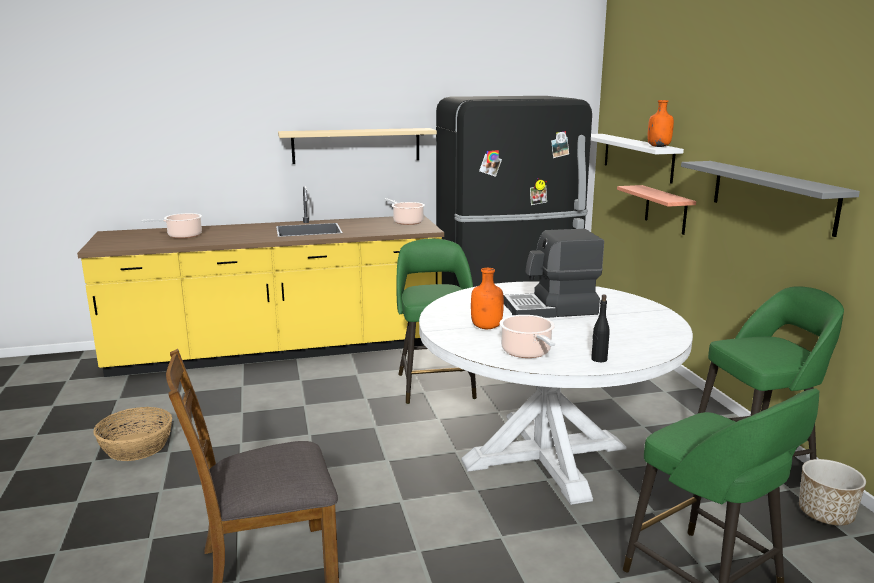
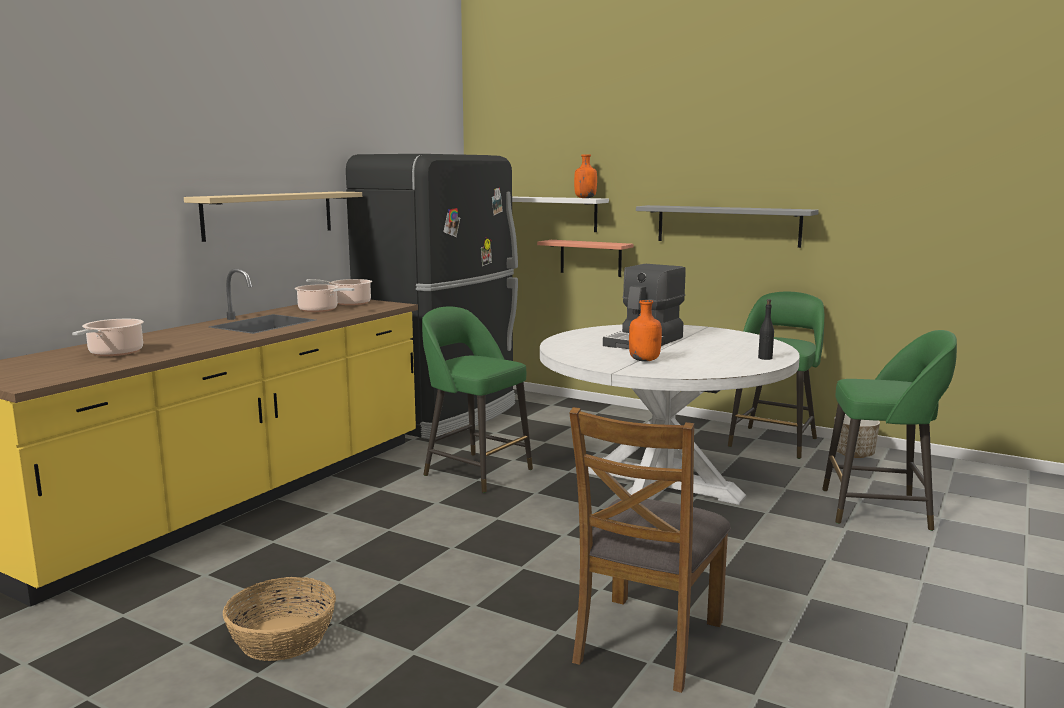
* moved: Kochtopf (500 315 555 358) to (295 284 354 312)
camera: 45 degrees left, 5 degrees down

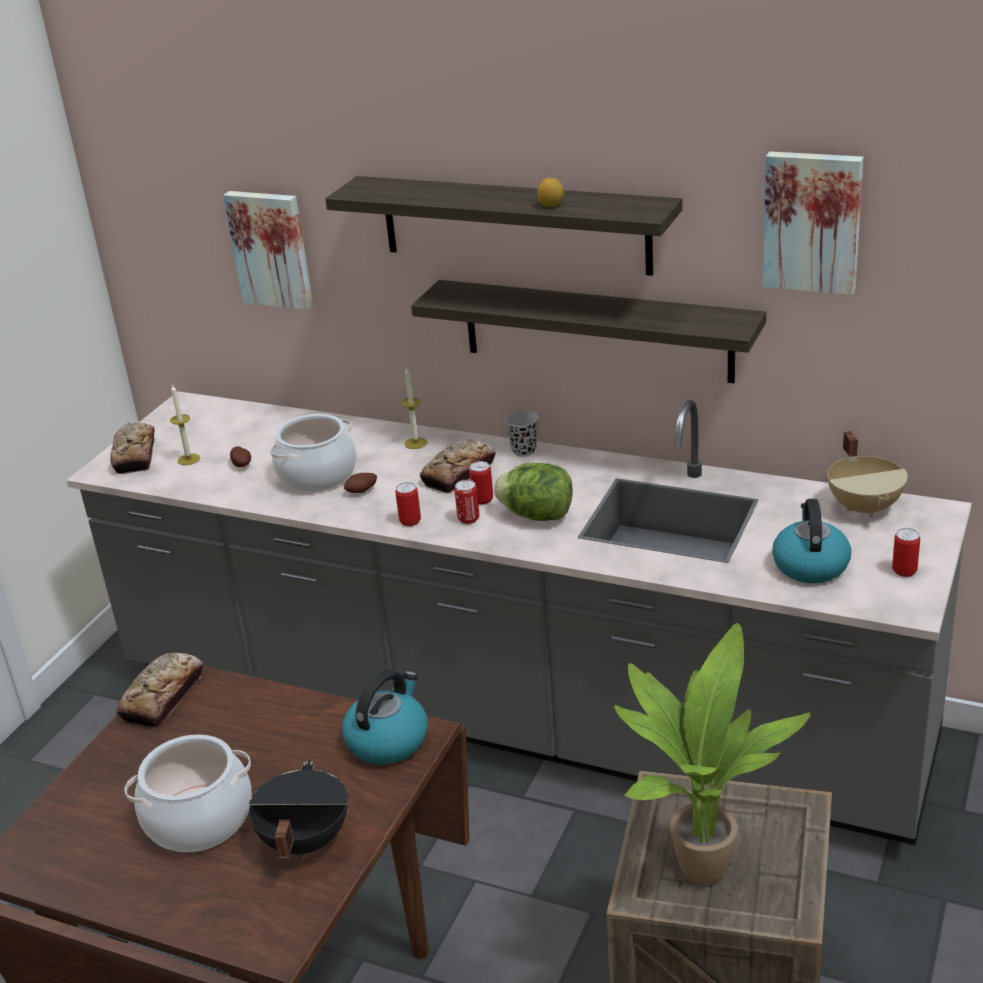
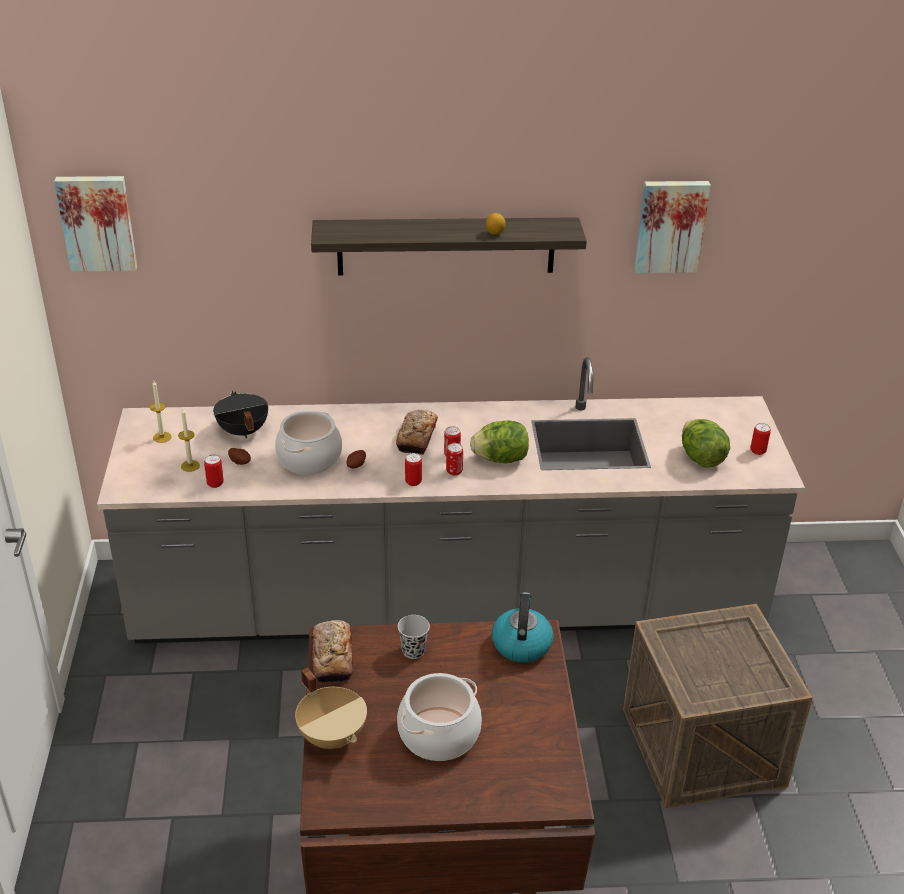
* moved: Bild (223 191 313 310) to (54 176 137 272)
* removed: Wandregal (411 280 766 383)
* moved: Kerze (401 368 427 449) to (150 381 172 443)
* moved: Tasse (schwarz) (505 410 539 457) to (398 615 430 659)
* removed: Brot (110 422 155 474)
* moved: Kochtopf (beige) (827 431 908 517) to (295 668 367 749)
* replaced: Wasserkessel (772 499 851 583) to Salatkopf (682 419 730 468)
* removed: Topfpflanze (614 623 811 885)
* moved: Kochtopf (schwarz) (249 760 348 858) to (213 391 268 438)
* added: Dose (204 454 224 488)
camera: 30 degrees left, 5 degrees up

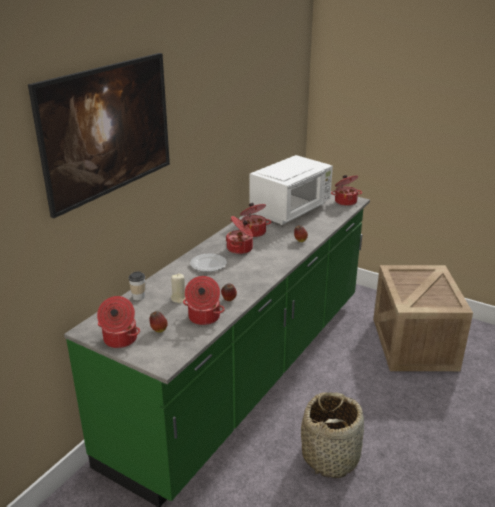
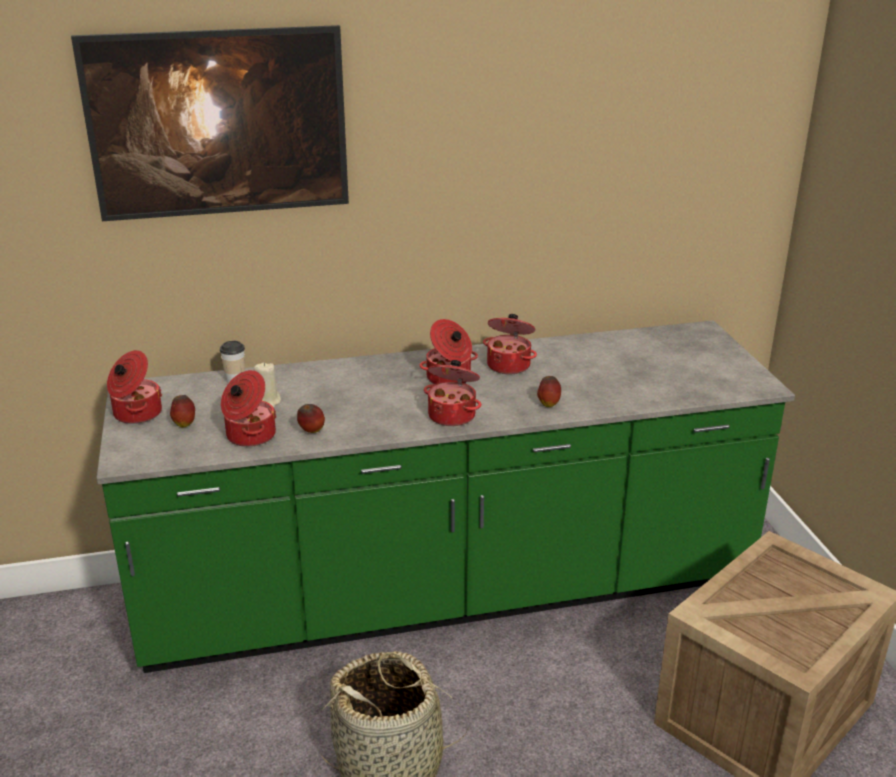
* removed: Mikrowelle (weiß) (250 155 333 225)
* moved: Kochtopf (331 175 362 206) to (424 360 481 426)
* removed: Teller (190 254 227 272)
camera: 45 degrees right, 0 degrees up

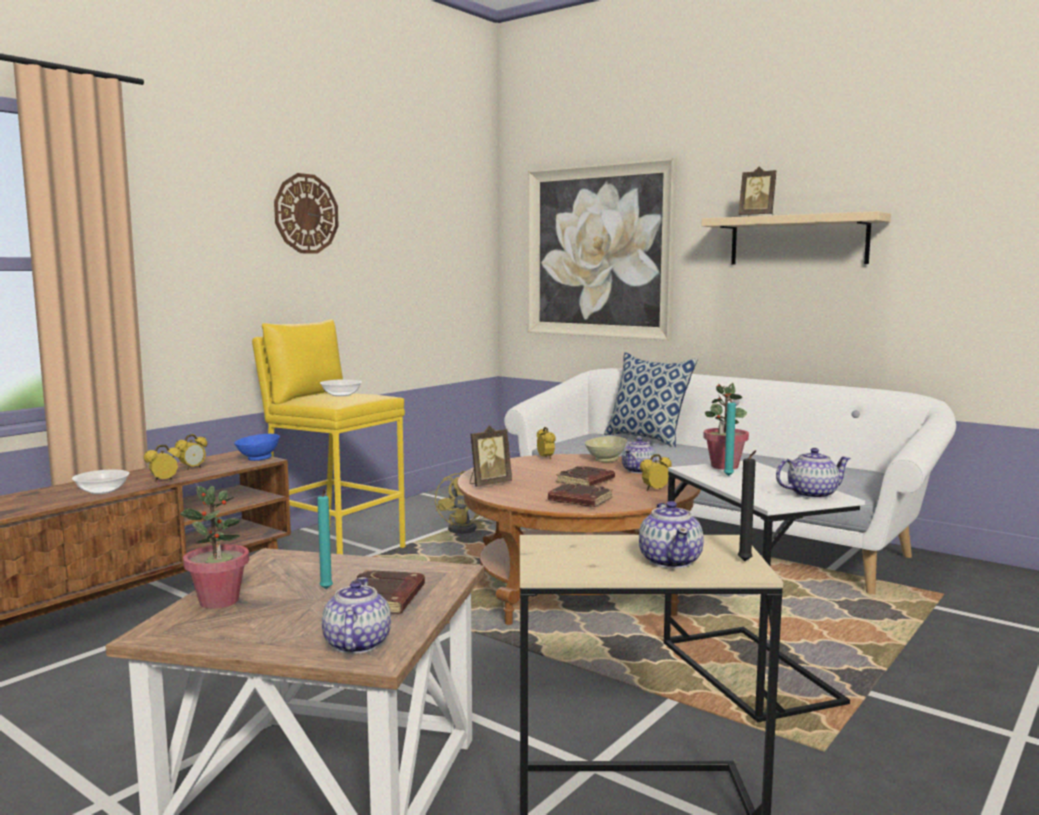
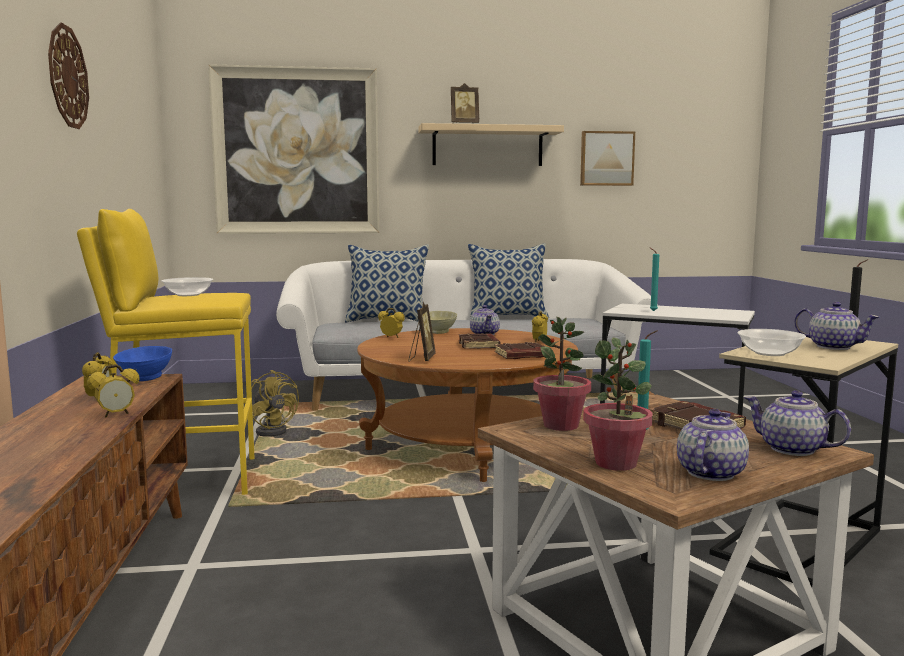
* moved: Topfpflanze (703 383 749 469) to (533 317 591 431)
* turned: Wecker (144 445 181 481) = (87 364 140 417) 135 degrees counterclockwise
* moved: Teekanne (776 448 851 499) to (677 409 749 481)
* moved: Schüssel (72 470 129 494) to (738 329 806 356)
* added: Bild (580 131 635 186)
* added: Kissen (468 243 549 318)
camera: 45 degrees left, 0 degrees up

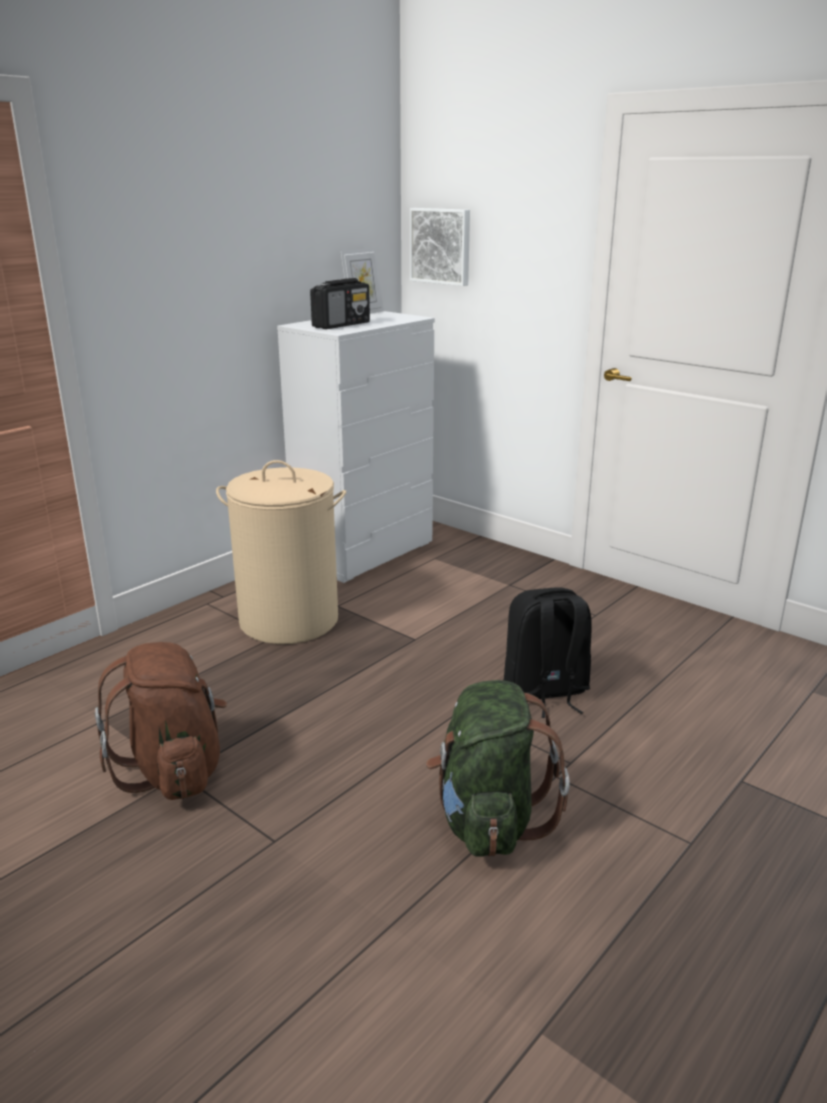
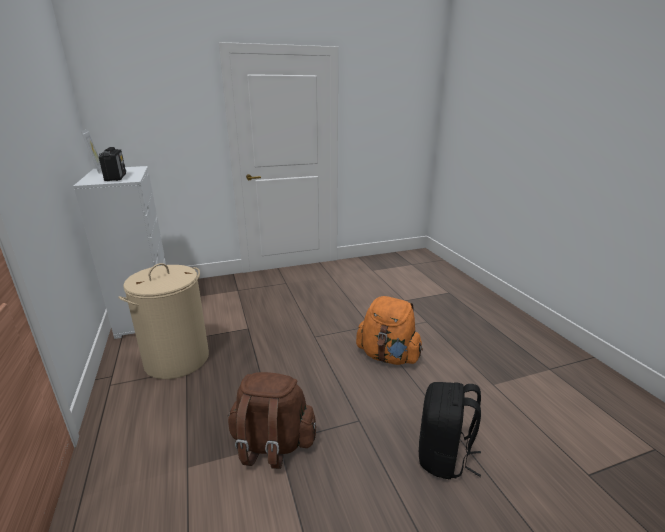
* removed: Bild (410 208 470 286)
* moved: Rucksack (schwarz) (504 587 592 718) to (418 382 481 479)
* recoloured: Rucksack (grün) (426 680 570 857) to Rucksack (orange) (356 296 423 365)
camera: 60 degrees left, 0 degrees up

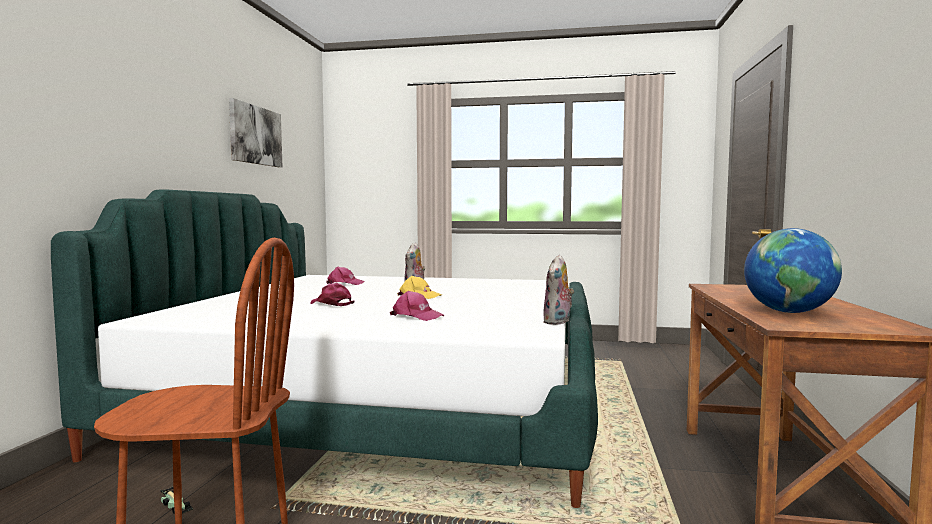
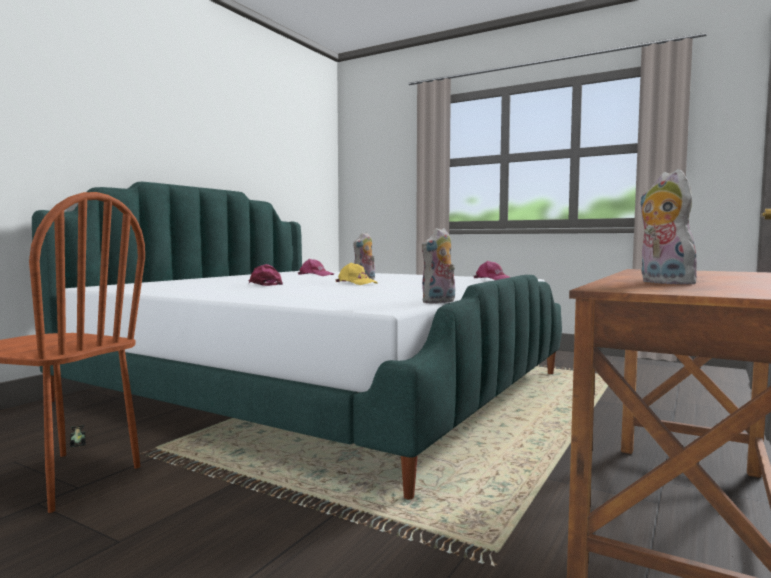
* removed: Bild (229 98 282 167)
* replaced: Globus (744 228 842 313) to Plüschtier (639 169 697 285)
* moved: Kappe (rosa) (390 291 444 321) to (474 261 510 280)
camera: 20 degrees right, 0 degrees up

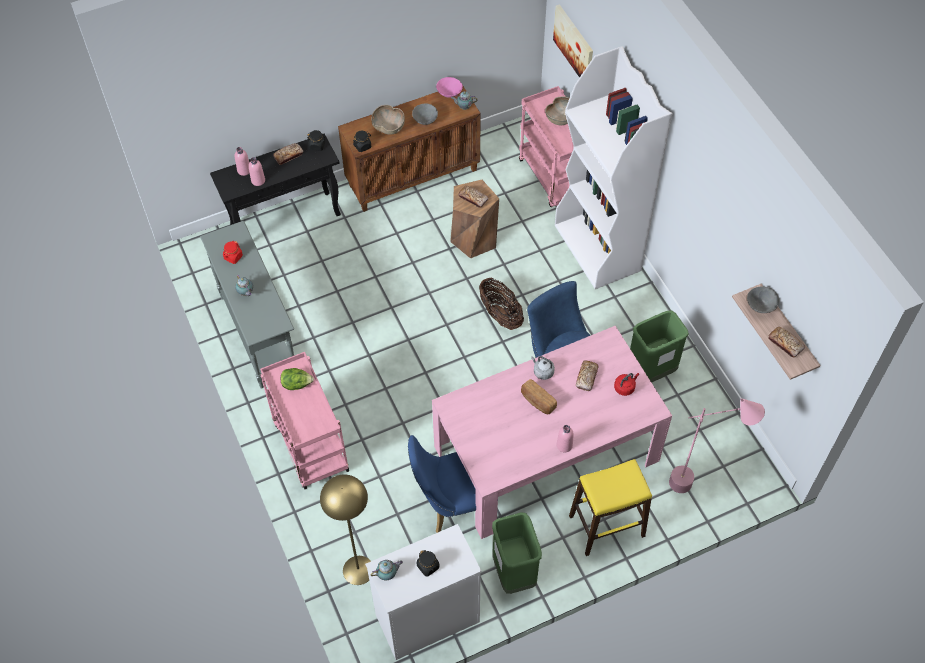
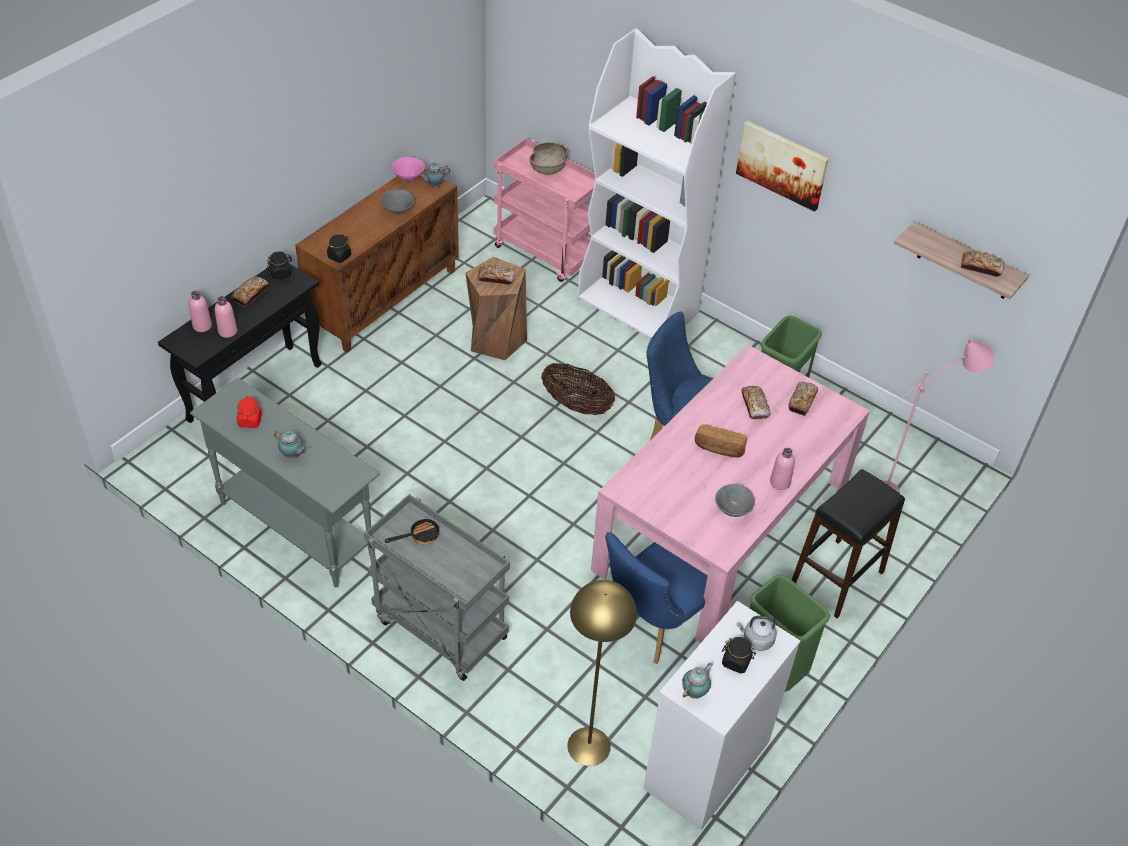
* moved: Bild (553 4 593 78) to (736 121 829 212)
* removed: Schüssel (braun) (371 105 405 135)
* moved: Schüssel (grau) (747 286 779 313) to (715 484 755 517)
* recoloured: Rollwagen (rosa) (260 352 349 489) to Rollwagen (grau) (364 494 510 681)
* moved: Wasserkessel (grau) (531 356 555 380) to (737 616 777 651)
* replaced: Salatkopf (281 368 314 390) to Pfanne (385 519 440 545)
* replaced: Wasserkessel (rot) (614 373 639 396) to Brot (788 382 818 416)
* recoloured: Hocker (gelb) (569 459 652 556) to Hocker (schwarz) (792 469 905 618)
camera: 30 degrees left, 10 degrees down

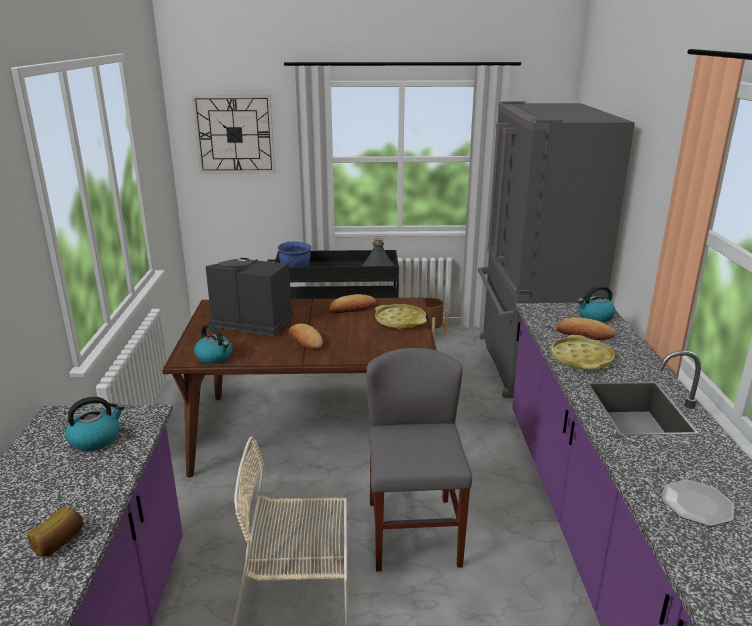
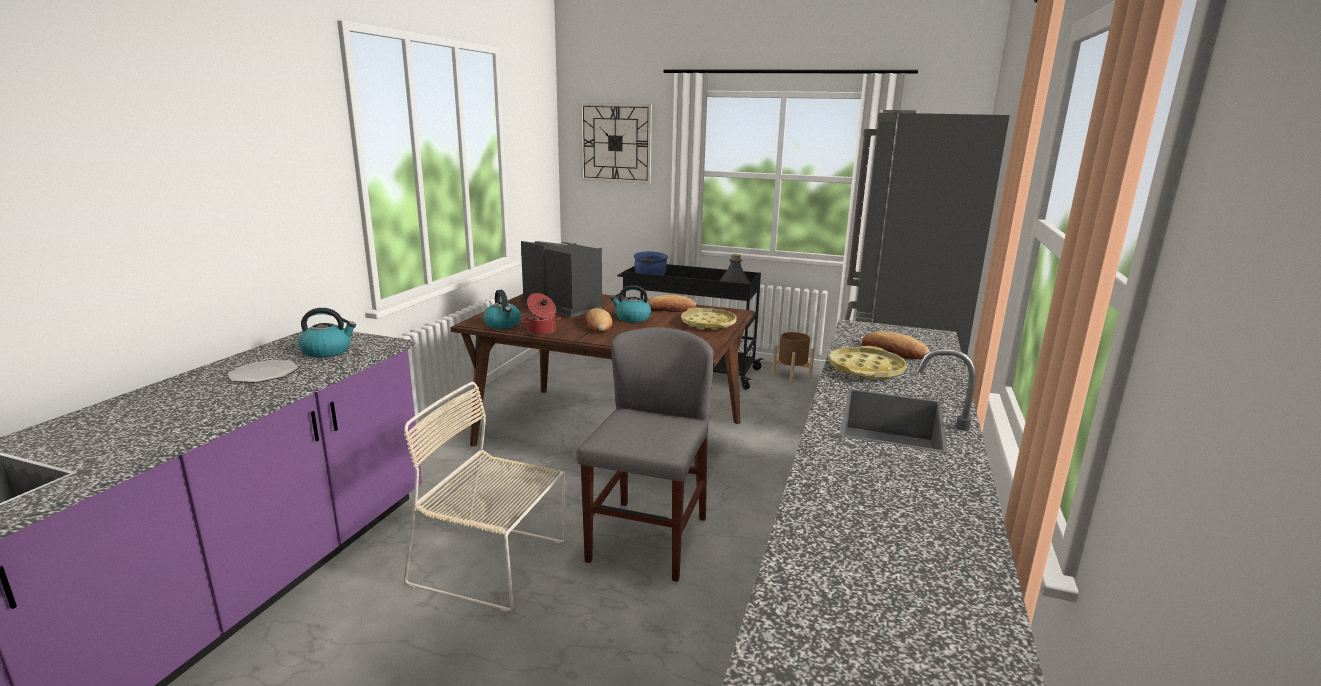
* moved: Wasserkessel (577 285 616 323) to (610 285 651 322)
* moved: Teller (662 480 735 526) to (227 360 298 383)
* removed: Brot (27 507 83 557)
* added: Kochtopf (521 293 561 335)
camera: 20 degrees right, 5 degrees down

